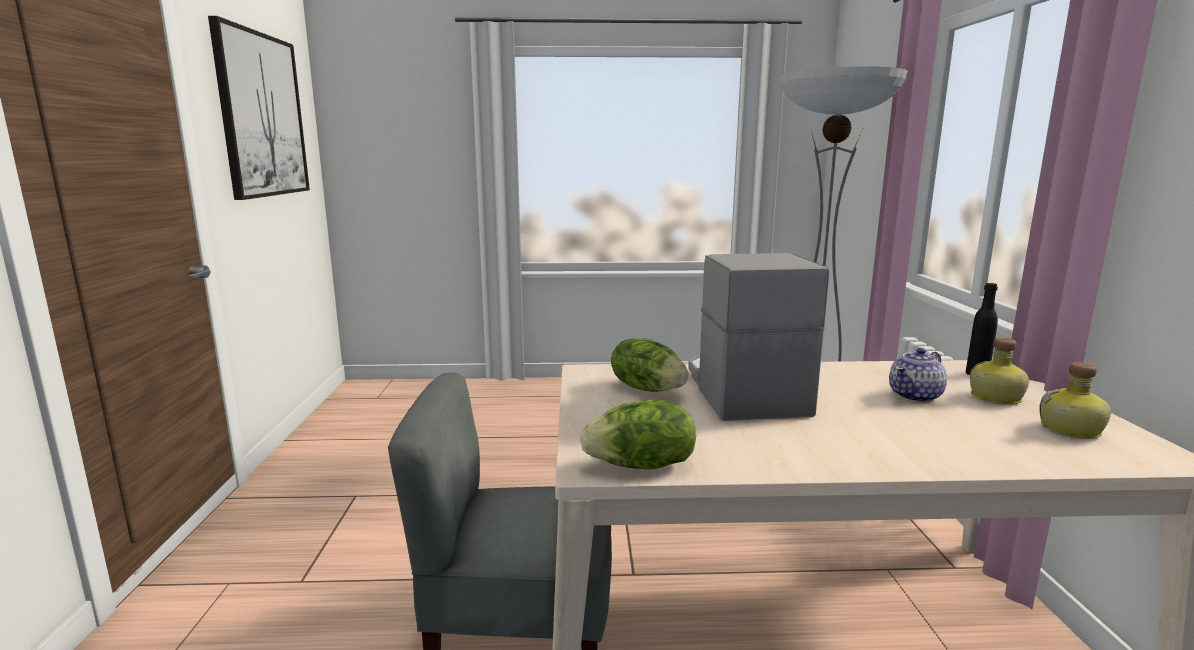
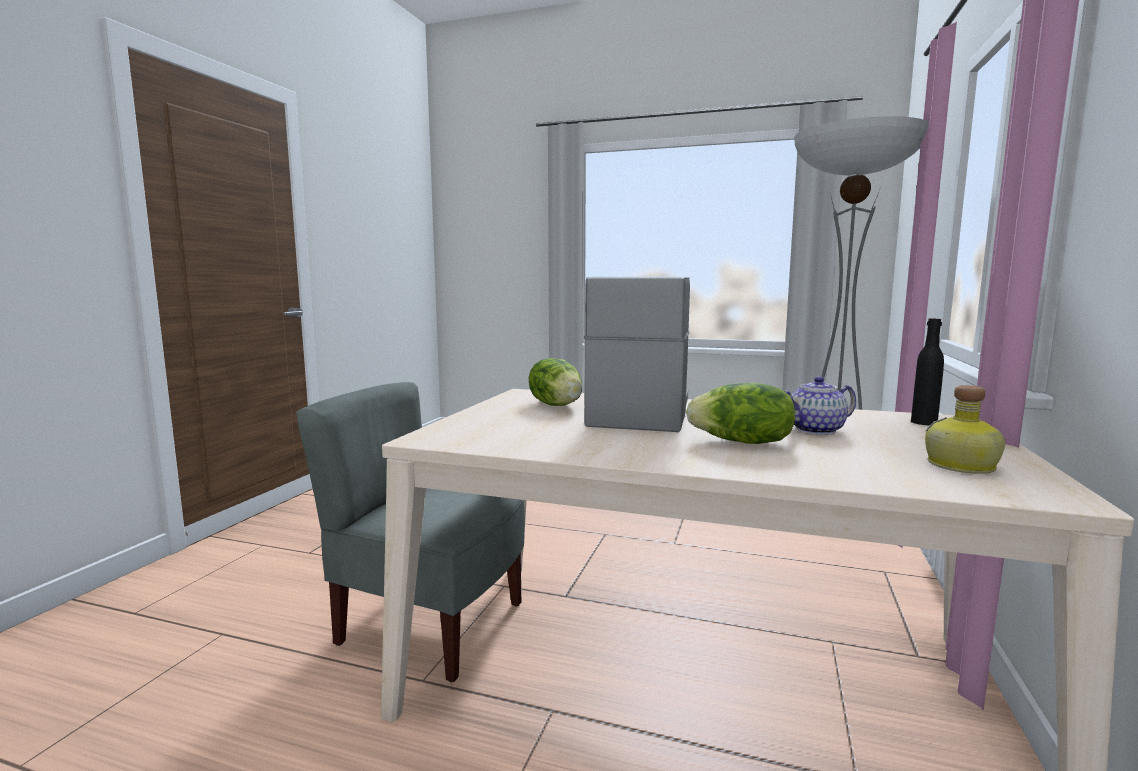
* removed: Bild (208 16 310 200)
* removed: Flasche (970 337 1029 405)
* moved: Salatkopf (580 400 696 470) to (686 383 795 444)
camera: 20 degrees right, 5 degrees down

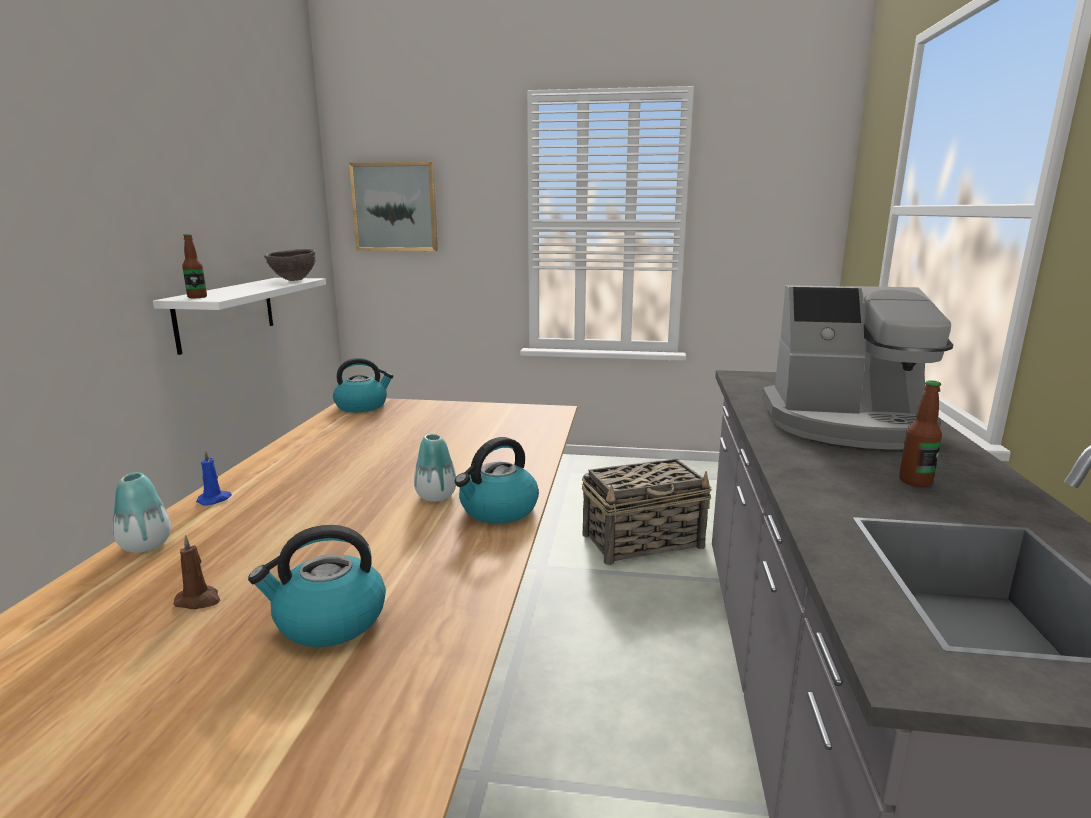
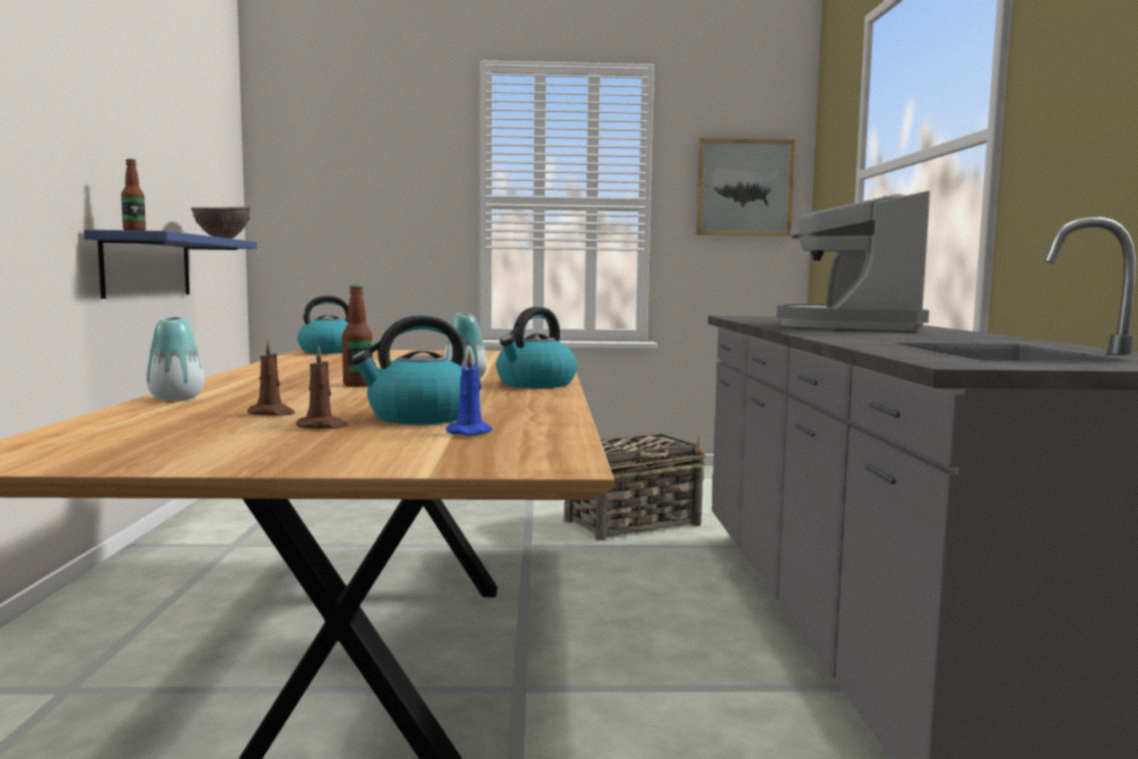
* moved: Bild (349 162 438 251) to (696 138 795 236)
* recoloured: Wandregal (weiß) (153 278 326 355) to Wandregal (blau) (84 230 257 299)
* turned: Kaffeemaschine (762 285 953 450) = (777 191 930 331) 105 degrees clockwise
* moved: Flasche (899 380 942 487) to (342 285 373 387)
* moved: Kerze (blau) (196 449 232 506) to (446 350 492 436)
* added: Kerze (braun) (296 346 349 429)
camera: 10 degrees left, 10 degrees down

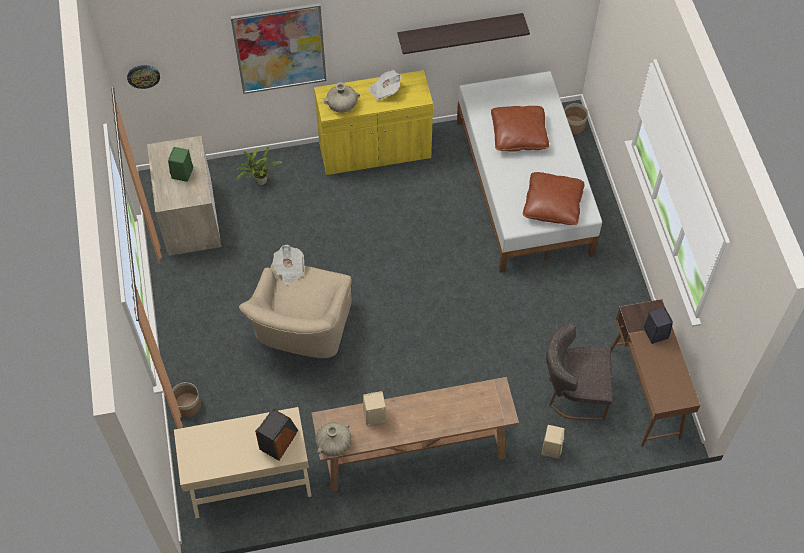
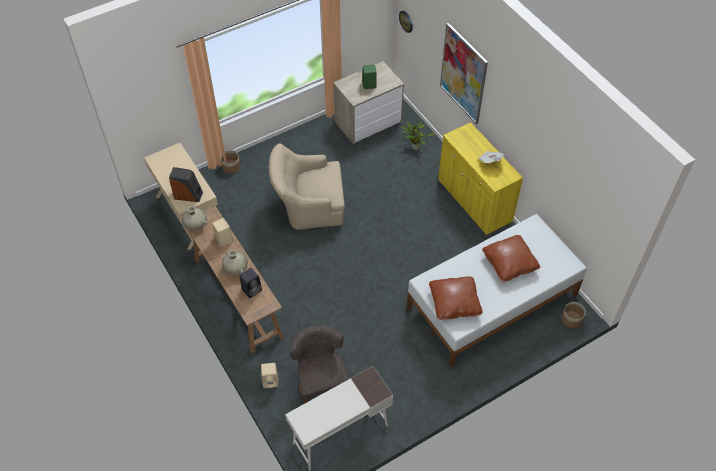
* removed: Wandregal (397 13 530 54)
* moved: Vase (beige) (324 82 360 113) to (222 249 248 275)
* removed: Zeitung (272 245 305 285)
* recoloured: Schreibtisch (braun) (610 299 700 447) to Schreibtisch (weiß) (285 366 393 471)
* moved: Lautsprecher (schwarz) (644 307 673 344) to (239 268 262 298)
camera: 70 degrees right, 5 degrees down

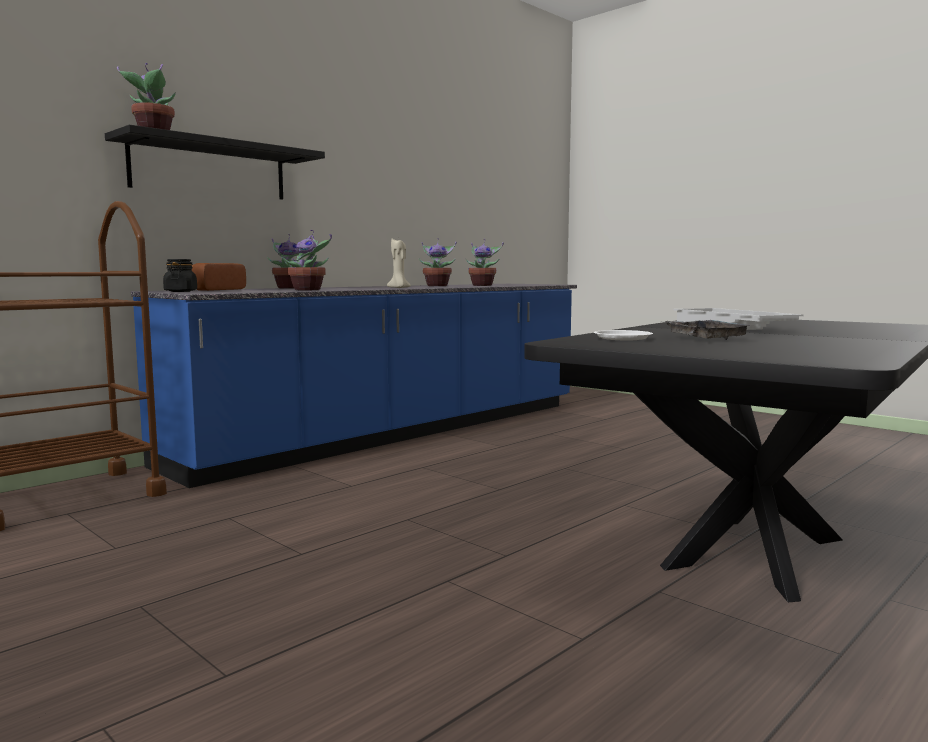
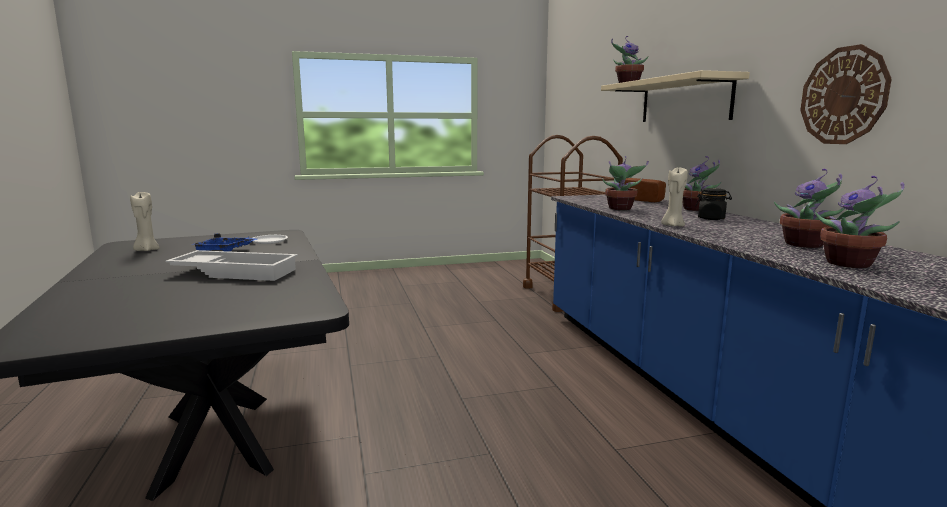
* recoloured: Wandregal (schwarz) (105 125 325 200) to Wandregal (beige) (601 70 750 122)
* moved: Vorratsglas (schwarz) (163 259 197 292) to (695 188 732 220)
* recoloured: Tablett (grau) (663 320 752 340) to Tablett (blau) (191 233 257 252)
* added: Wanduhr (800 44 892 144)
* added: Kerze (beige) (130 192 160 251)
camera: 120 degrees right, 5 degrees up

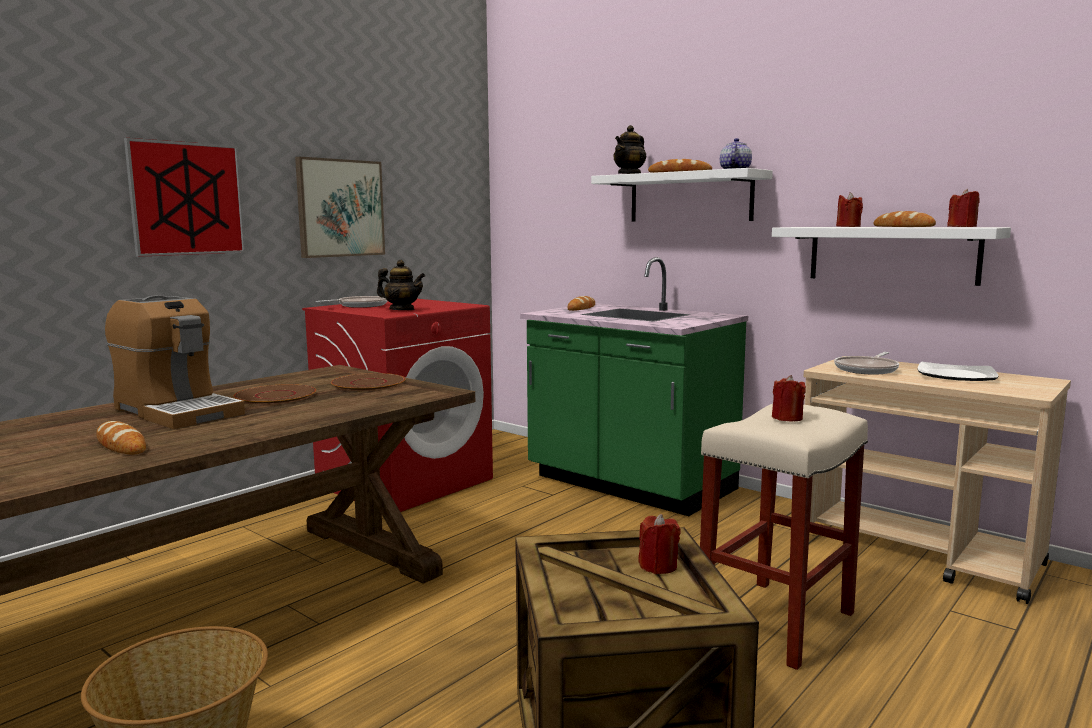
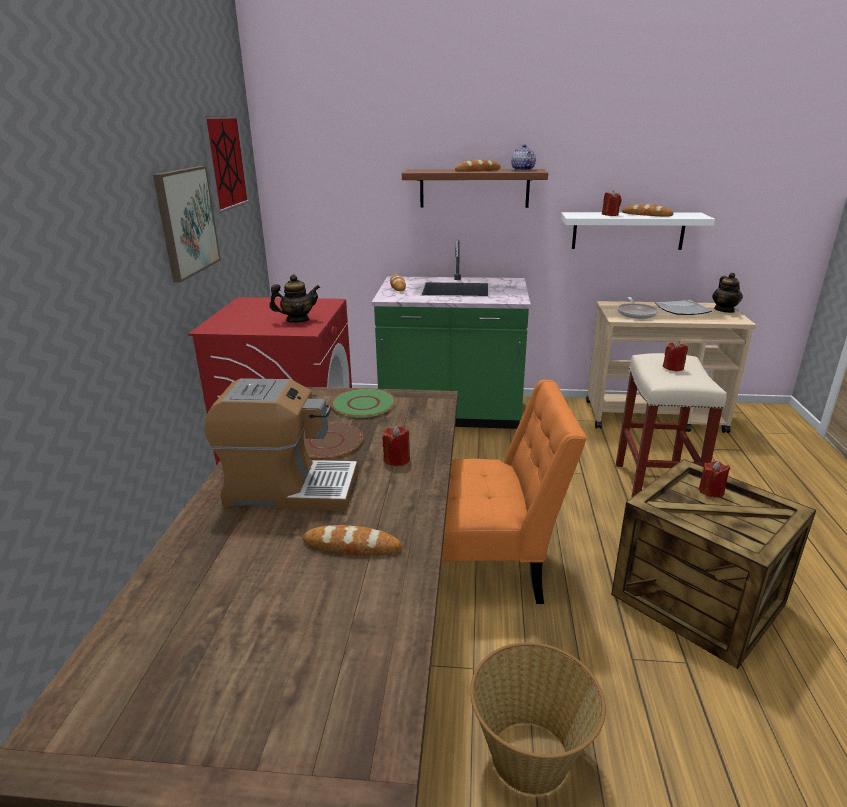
* moved: Teekanne (613 125 647 174) to (712 273 743 313)
* moved: Bild (124 138 246 257) to (201 116 250 213)
* recoloured: Wandregal (weiß) (591 168 773 221) to Wandregal (braun) (402 169 548 208)
* moved: Kerze (rot) (947 189 980 227) to (383 426 410 466)
* removed: Pfanne (316 296 388 308)
* recoloured: Teller (braun) (331 373 406 391) to Teller (grün) (331 388 396 418)
* added: Stuhl (orange) (442 380 587 604)
camera: 35 degrees left, 15 degrees up

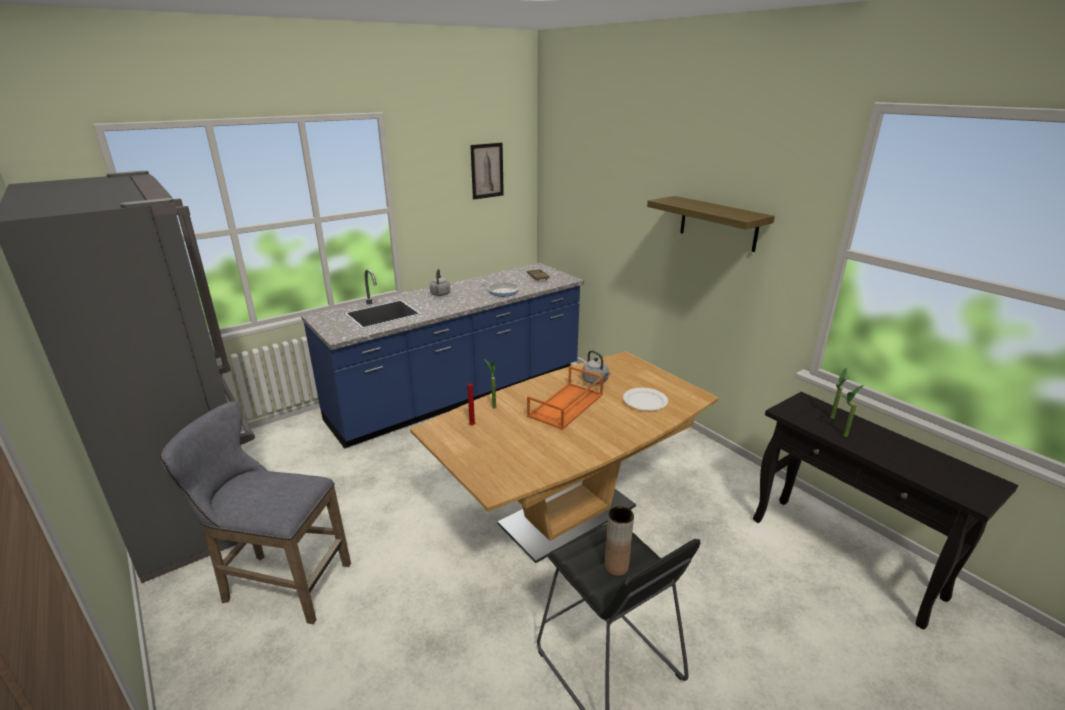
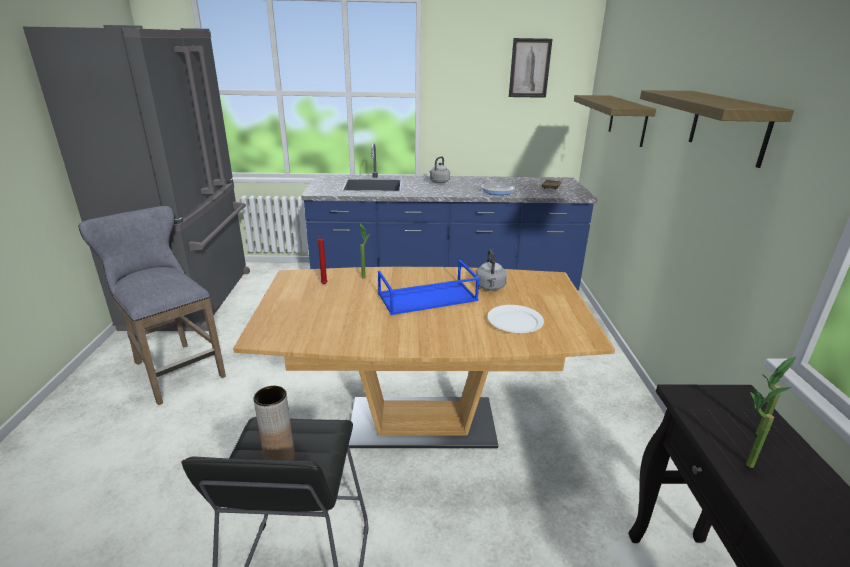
* recoloured: Tablett (orange) (527 366 604 430) to Tablett (blau) (378 260 480 315)
* added: Wandregal (574 95 656 147)
camera: 35 degrees right, 0 degrees up

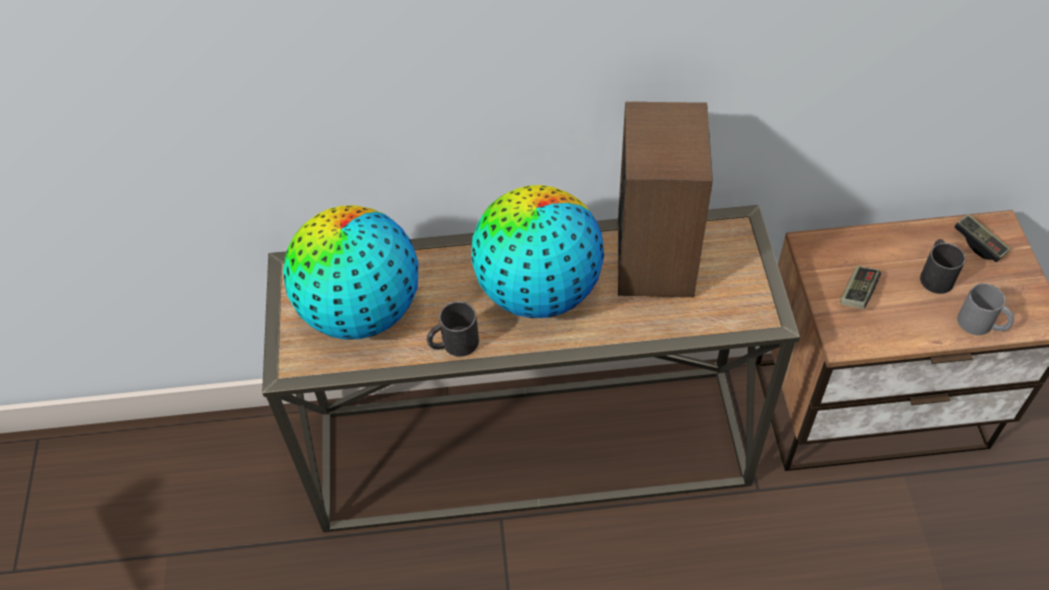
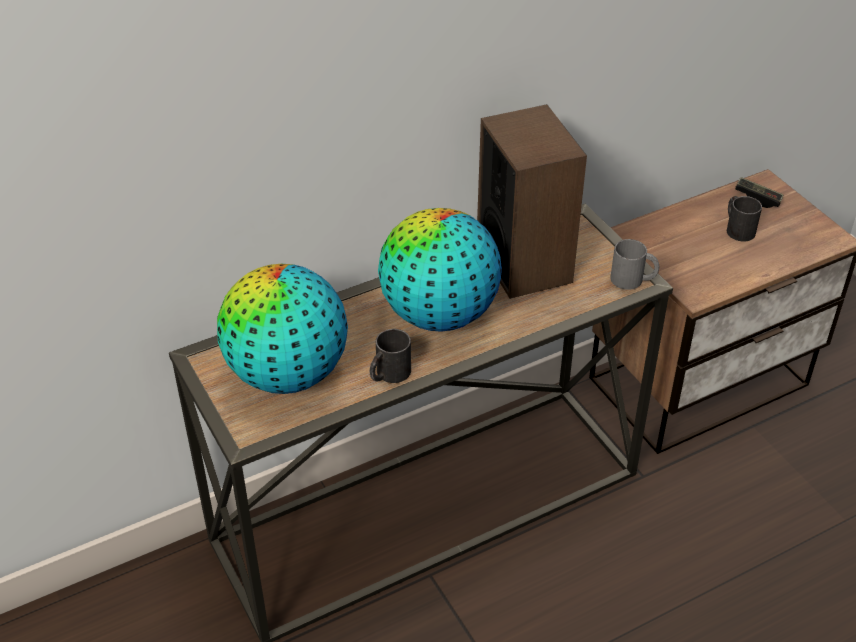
* removed: Gamepad (841 266 881 309)
* moved: Henkelbecher (grau) (957 283 1014 335) to (610 239 659 290)
camera: 25 degrees left, 10 degrees down

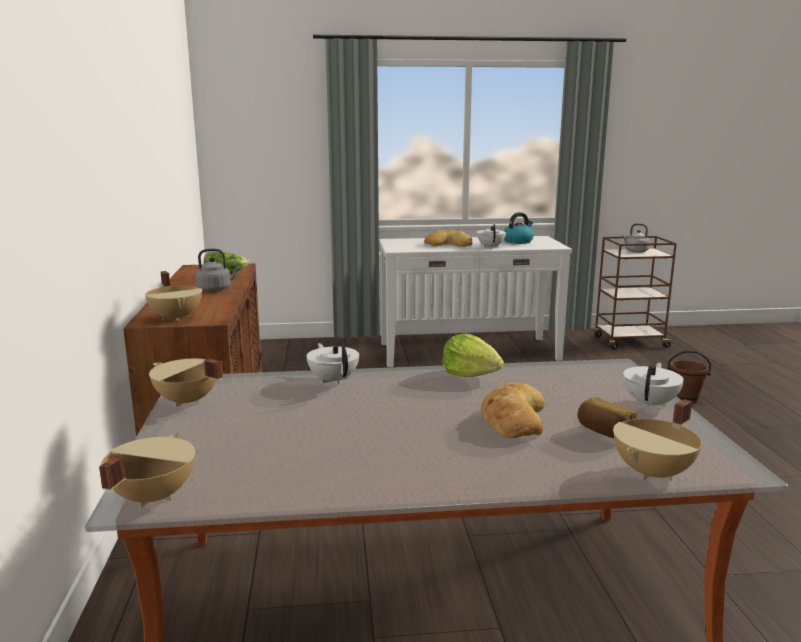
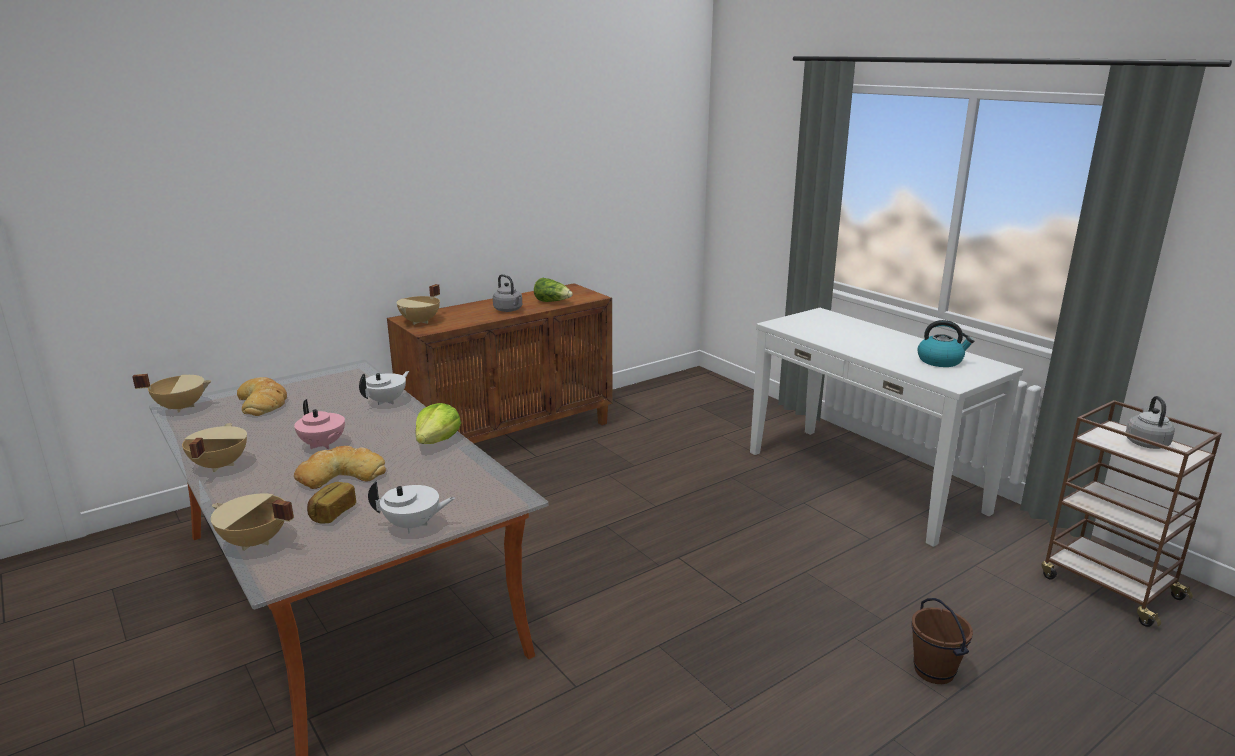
* removed: Teekanne (weiß) (477 224 506 248)
* moved: Brot (424 229 472 247) to (237 377 287 416)
* moved: Kochtopf (beige) (149 359 223 407) to (182 423 247 472)
* added: Teekanne (rosa) (294 399 345 449)
camera: 60 degrees right, 5 degrees up

